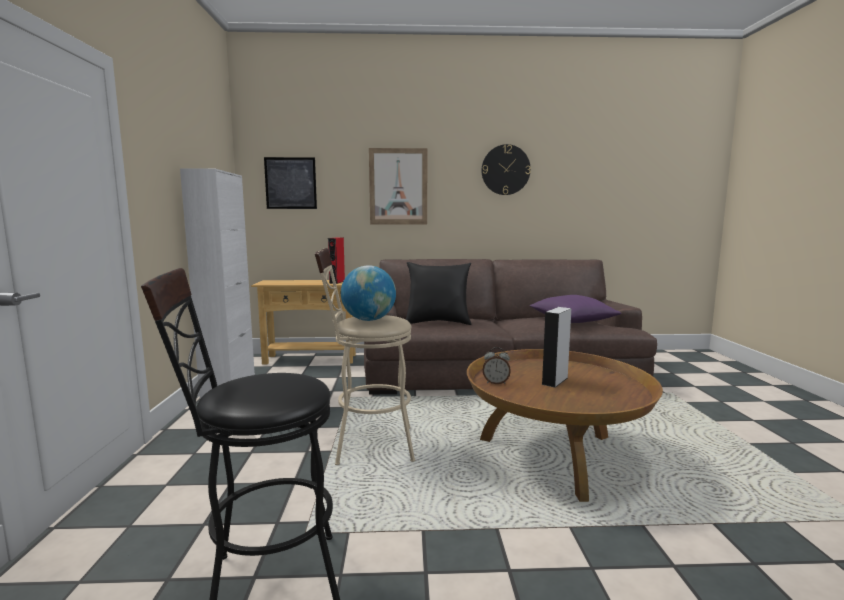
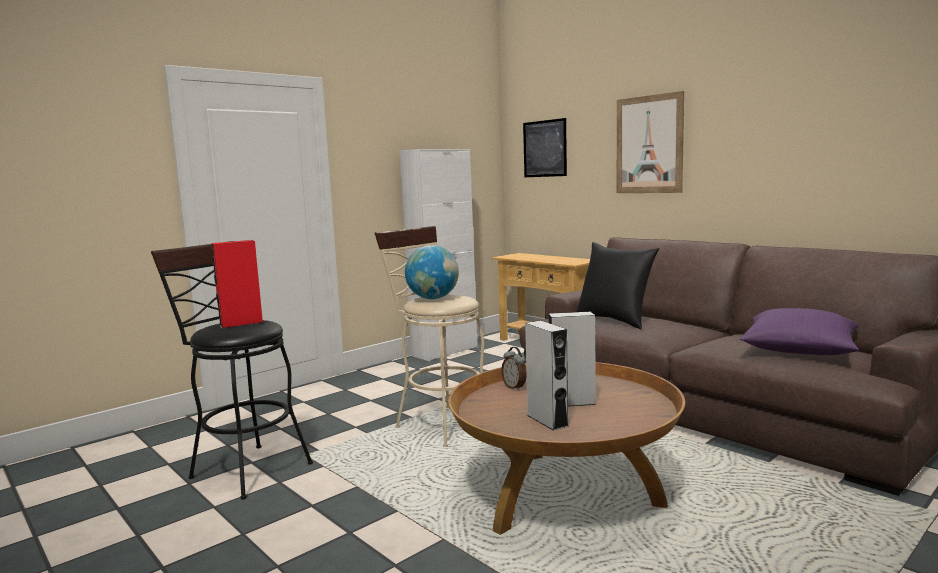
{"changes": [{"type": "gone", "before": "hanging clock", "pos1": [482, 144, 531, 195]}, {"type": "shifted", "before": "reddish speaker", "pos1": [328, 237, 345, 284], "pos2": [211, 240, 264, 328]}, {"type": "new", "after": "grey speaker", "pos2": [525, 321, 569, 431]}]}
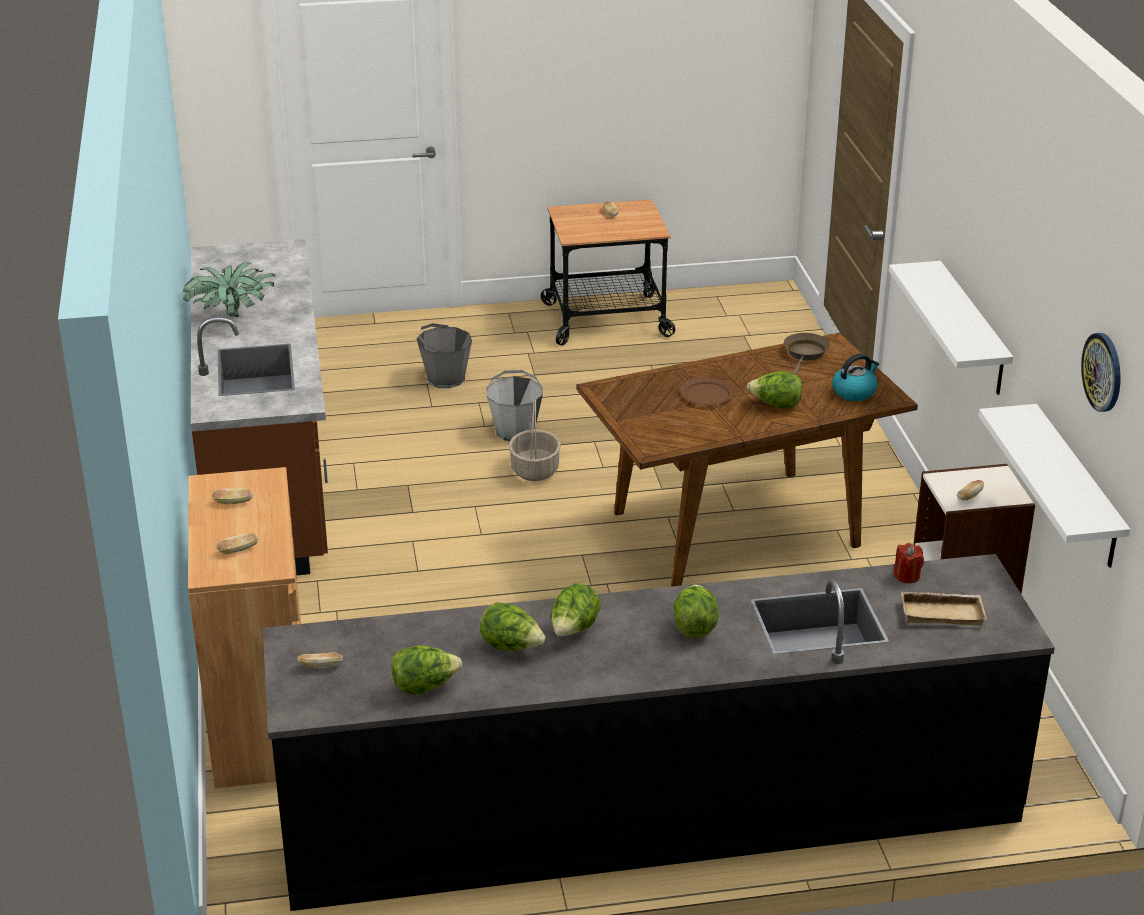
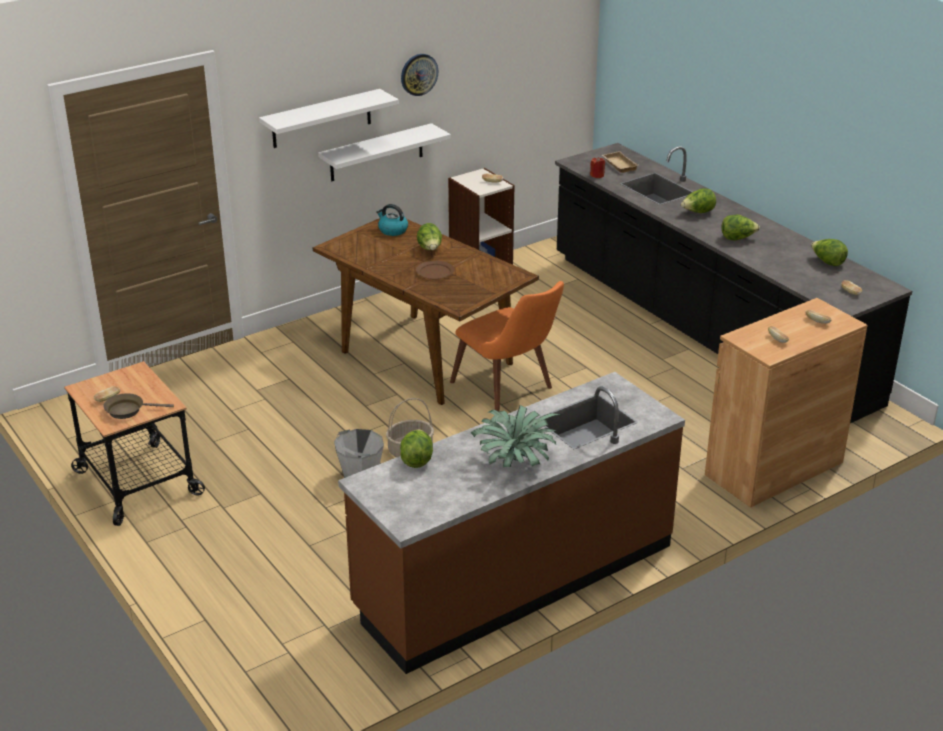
{"changes": [{"type": "gone", "before": "grey bucket", "pos1": [417, 323, 472, 388]}, {"type": "shifted", "before": "brownish frying pan", "pos1": [784, 333, 830, 375], "pos2": [104, 393, 174, 419]}, {"type": "shifted", "before": "hanging clock", "pos1": [1081, 333, 1121, 412], "pos2": [401, 54, 438, 96]}, {"type": "shifted", "before": "whitish shelf", "pos1": [978, 404, 1130, 568], "pos2": [259, 89, 399, 148]}, {"type": "shifted", "before": "head of lettuce", "pos1": [480, 602, 546, 651], "pos2": [400, 429, 433, 468]}, {"type": "new", "after": "orange-coloured plain chair", "pos2": [450, 281, 564, 412]}]}
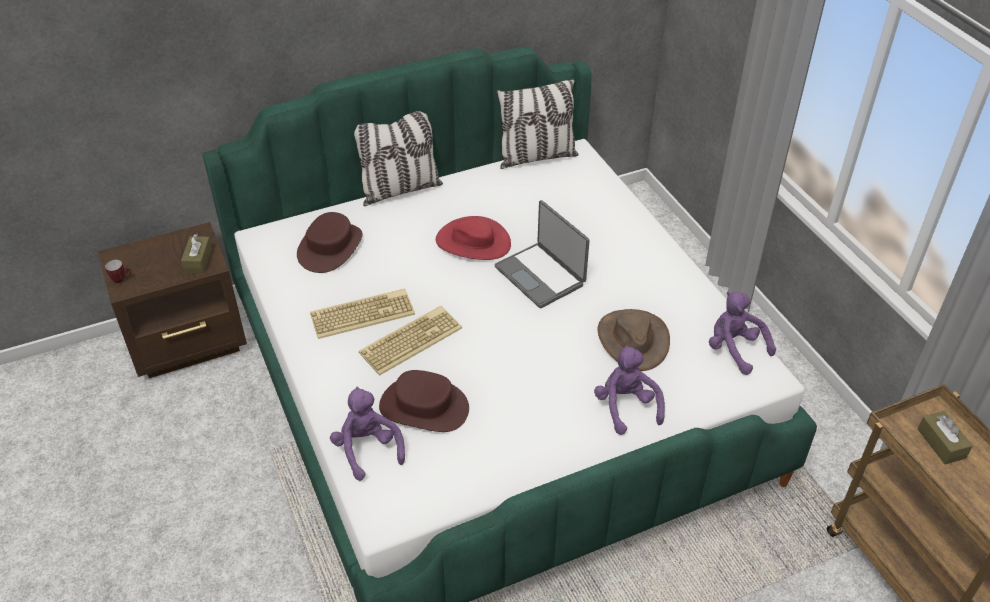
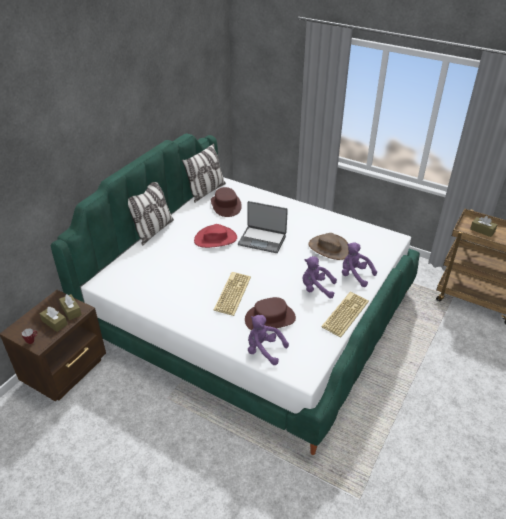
{"changes": [{"type": "shifted", "before": "brownish clothing hat", "pos1": [297, 212, 363, 273], "pos2": [211, 187, 242, 217]}, {"type": "shifted", "before": "computer keyboard", "pos1": [310, 288, 415, 339], "pos2": [321, 292, 369, 338]}, {"type": "shifted", "before": "purple-coloured cuddly toy", "pos1": [709, 292, 776, 375], "pos2": [303, 256, 337, 299]}, {"type": "new", "after": "brownish tissue holder", "pos2": [40, 307, 68, 332]}]}
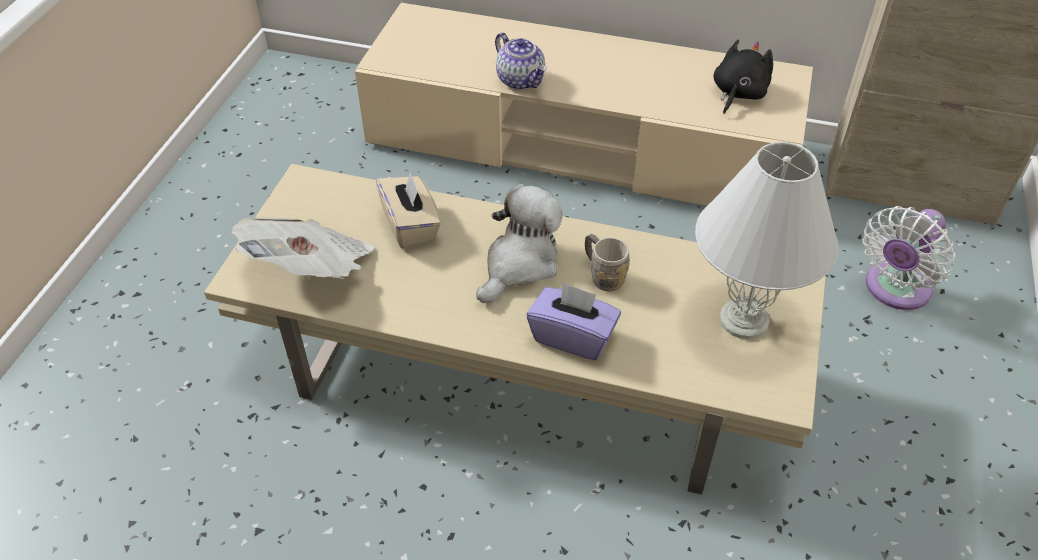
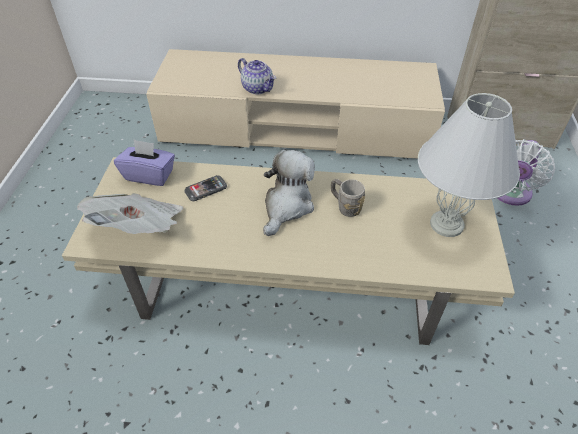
{"changes": [{"type": "gone", "before": "black-coloured cuddly toy", "pos1": [714, 40, 773, 114]}, {"type": "swapped", "before": "sand-coloured tissue holder", "after": "handset", "pos1": [376, 171, 442, 249], "pos2": [184, 175, 227, 201]}, {"type": "shifted", "before": "purple-coloured tissue holder", "pos1": [526, 282, 621, 360], "pos2": [114, 139, 175, 186]}]}
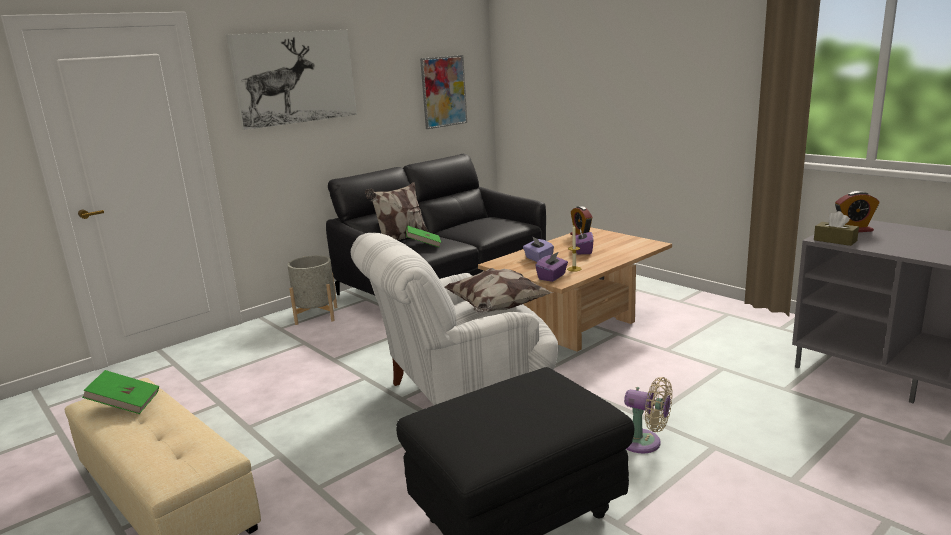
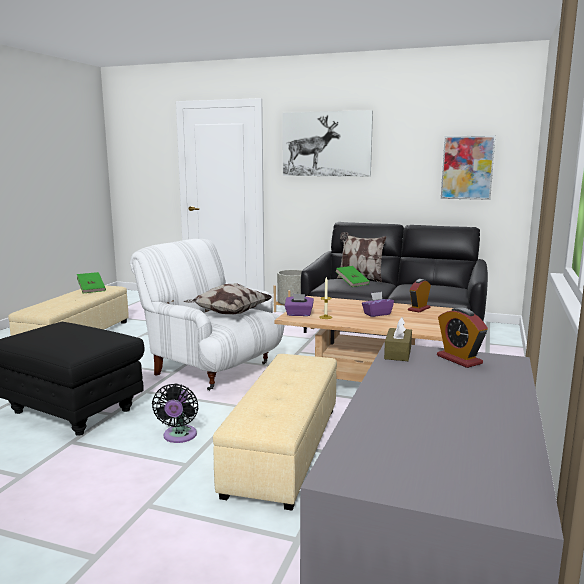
{"changes": [{"type": "gone", "before": "purple-coloured tissue holder", "pos1": [523, 236, 554, 262]}, {"type": "repainted", "before": "sand-coloured electric fan", "after": "black-coloured electric fan", "pos1": [624, 377, 672, 453], "pos2": [152, 384, 199, 443]}, {"type": "new", "after": "sand-coloured pouffe", "pos2": [213, 354, 337, 510]}]}
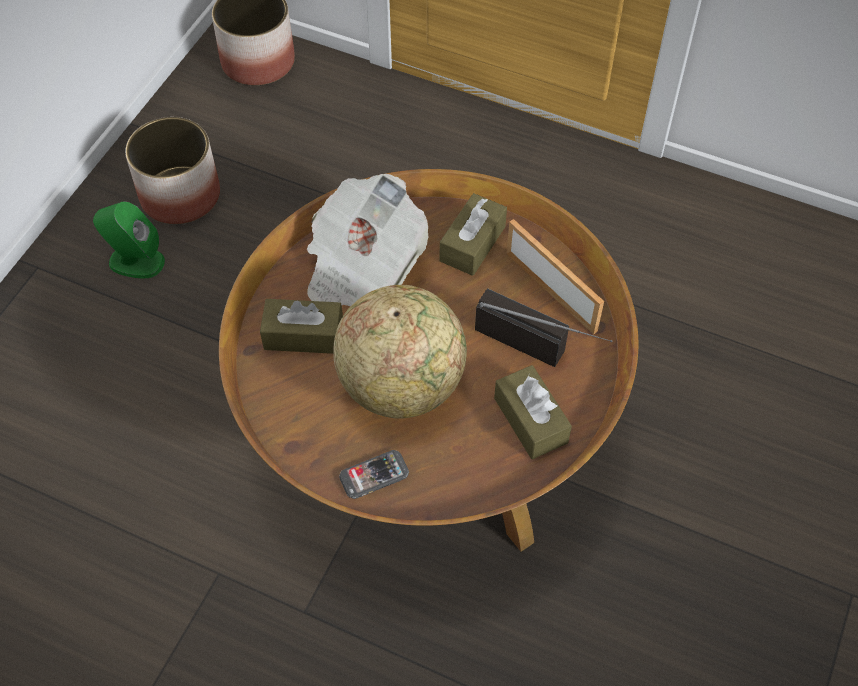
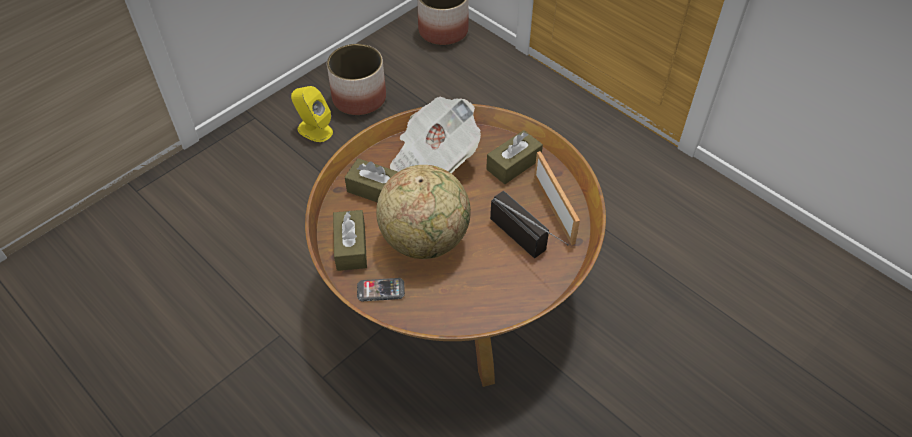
{"changes": [{"type": "repainted", "before": "green-coloured speaker", "after": "yellow-coloured speaker", "pos1": [93, 201, 165, 278], "pos2": [291, 86, 333, 142]}, {"type": "shifted", "before": "brownish tissue holder", "pos1": [494, 365, 572, 460], "pos2": [333, 210, 367, 271]}]}
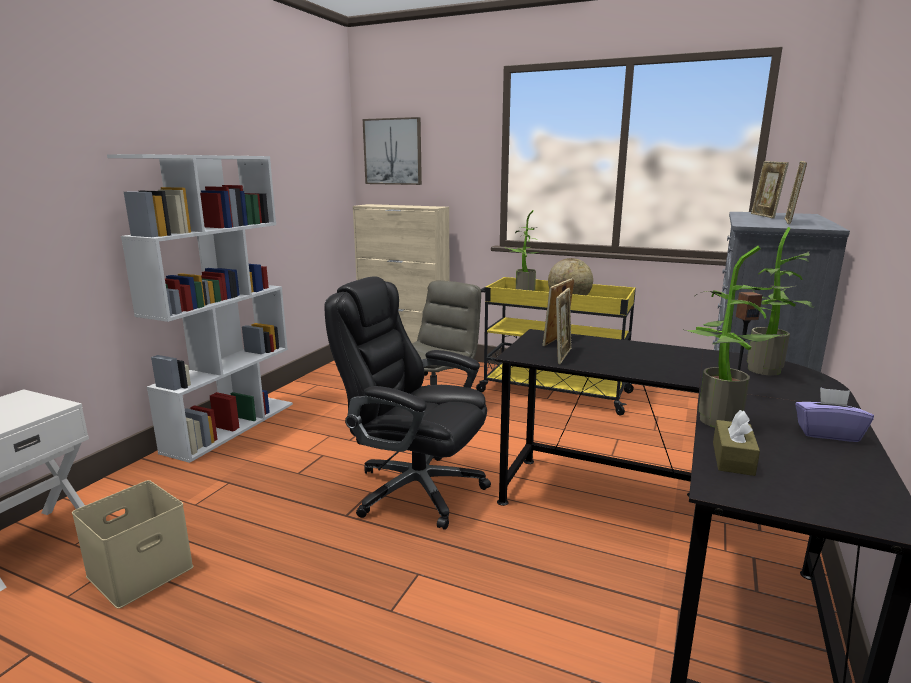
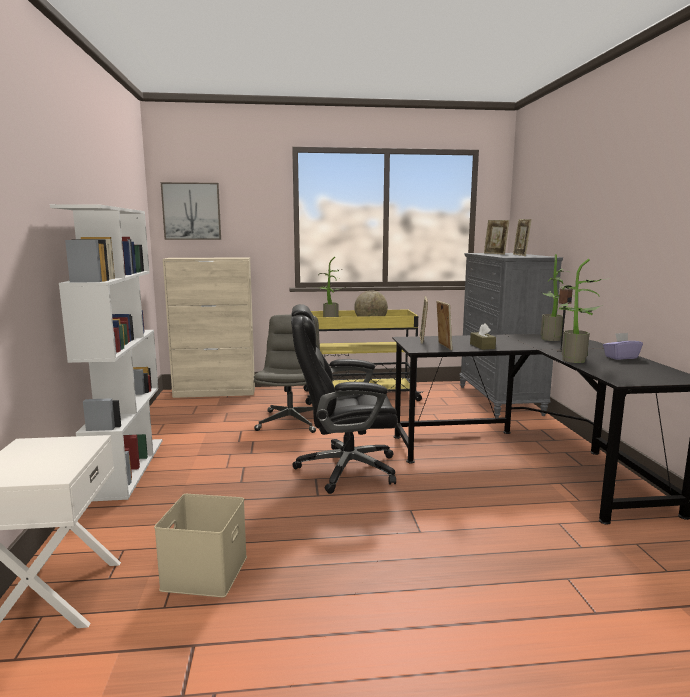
{"changes": [{"type": "shifted", "before": "brownish tissue holder", "pos1": [713, 410, 760, 476], "pos2": [470, 323, 496, 350]}]}
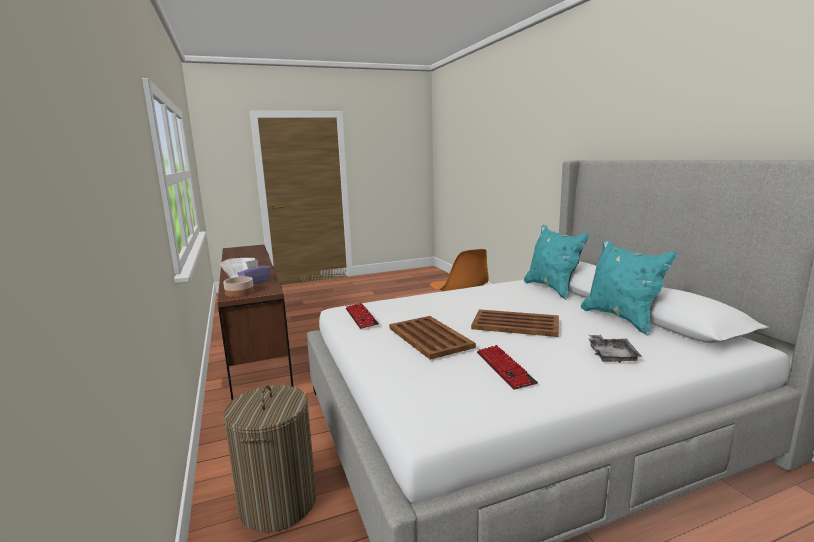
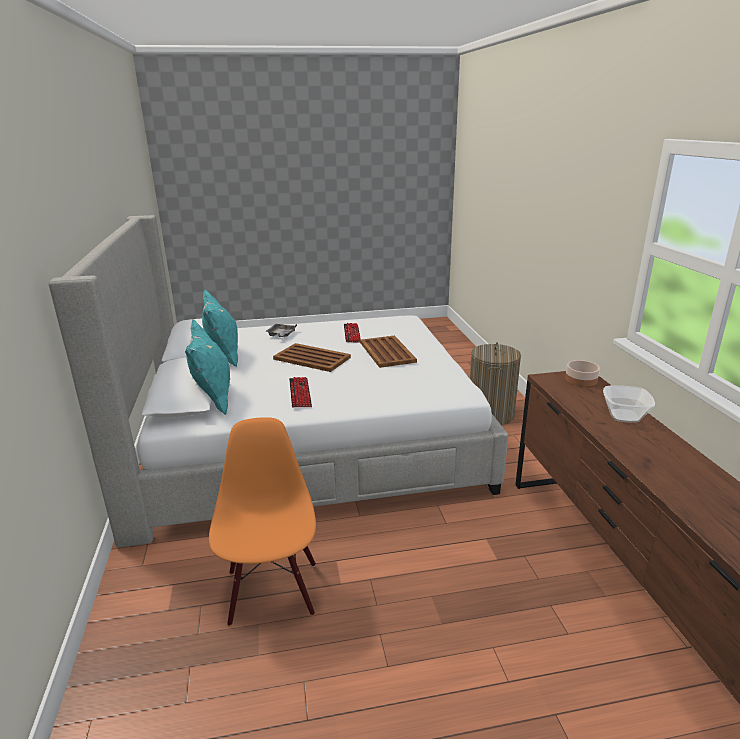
{"changes": [{"type": "gone", "before": "purple-coloured tissue holder", "pos1": [237, 260, 271, 284]}, {"type": "shifted", "before": "computer keyboard", "pos1": [346, 303, 379, 329], "pos2": [289, 377, 312, 407]}]}
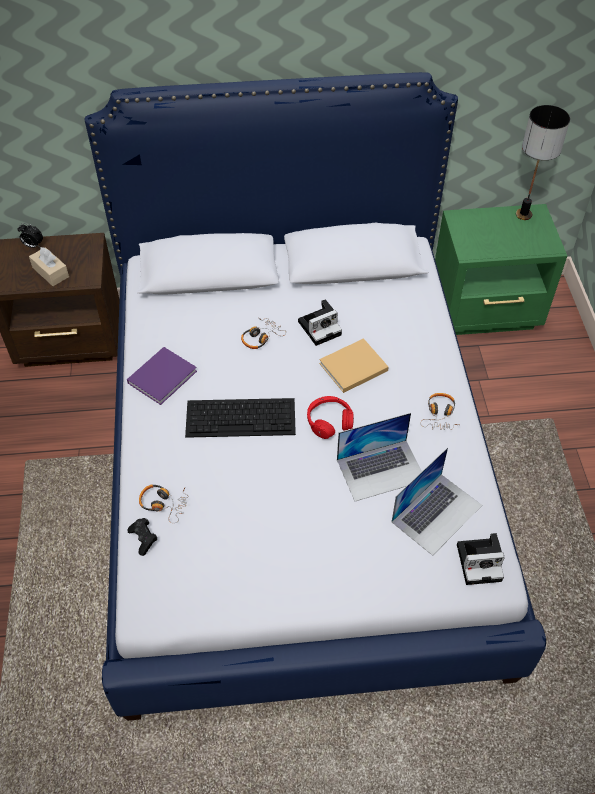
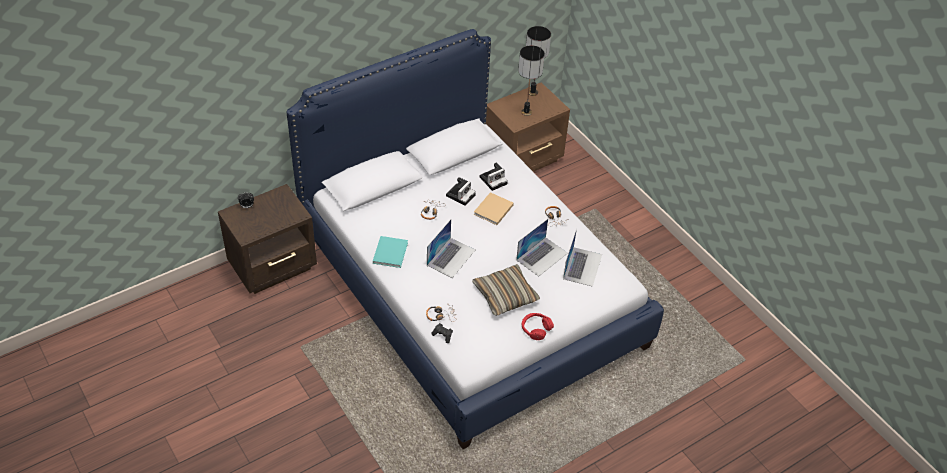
{"changes": [{"type": "repainted", "before": "green-coloured night table", "after": "brownish night table", "pos1": [435, 204, 567, 335], "pos2": [486, 82, 570, 172]}, {"type": "gone", "before": "sand-coloured tissue holder", "pos1": [29, 247, 69, 286]}, {"type": "repainted", "before": "purple-coloured book", "after": "turquoise-coloured book", "pos1": [127, 347, 197, 405], "pos2": [373, 236, 408, 268]}, {"type": "shifted", "before": "reddish headset", "pos1": [307, 396, 354, 439], "pos2": [522, 313, 554, 340]}, {"type": "swapped", "before": "computer keyboard", "after": "laptop", "pos1": [185, 398, 296, 438], "pos2": [427, 219, 475, 278]}, {"type": "shifted", "before": "still camera", "pos1": [457, 533, 505, 585], "pos2": [480, 163, 508, 191]}, {"type": "new", "after": "tabletop lamp", "pos2": [518, 45, 545, 116]}, {"type": "new", "after": "pillow", "pos2": [472, 264, 540, 316]}]}
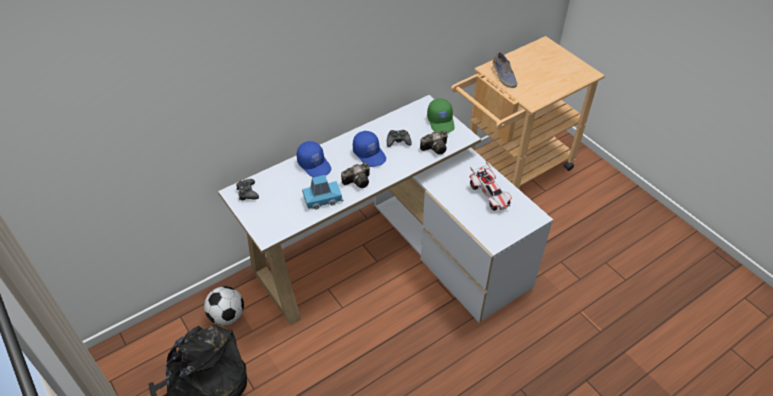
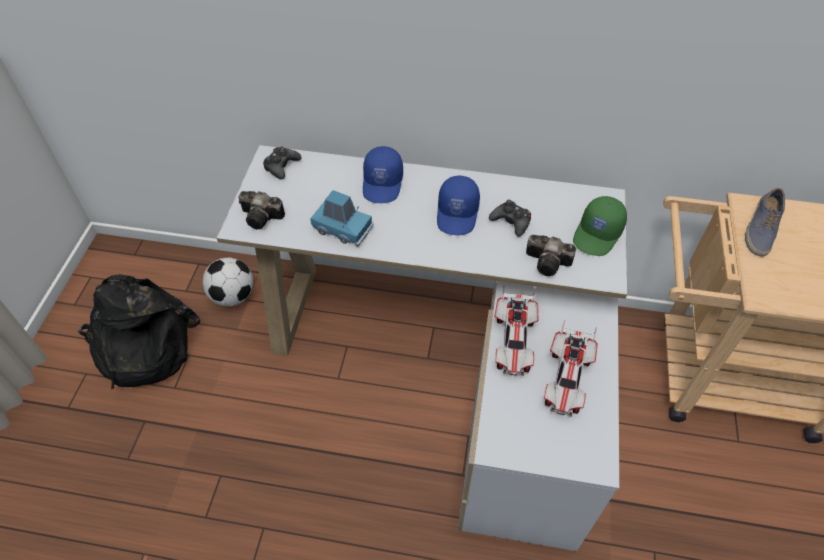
{"changes": [{"type": "shifted", "before": "still camera", "pos1": [341, 162, 370, 188], "pos2": [238, 191, 285, 229]}, {"type": "new", "after": "miniature car", "pos2": [494, 285, 539, 376]}]}
